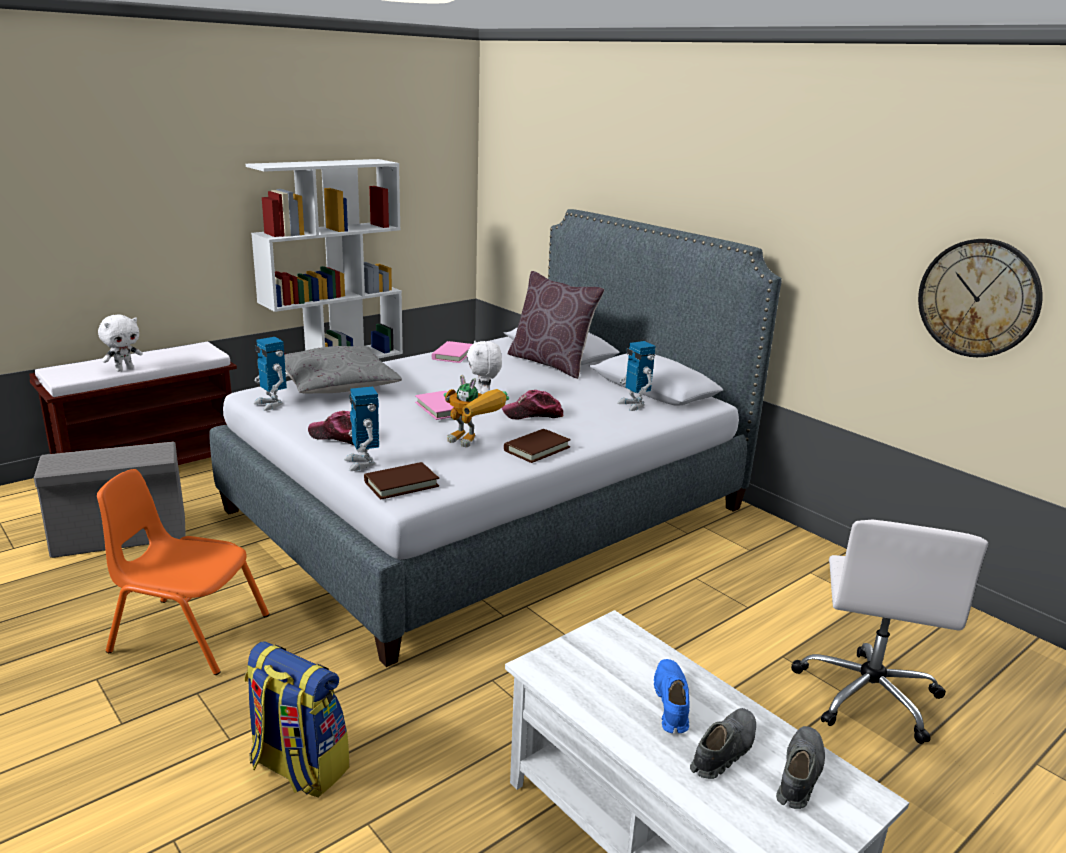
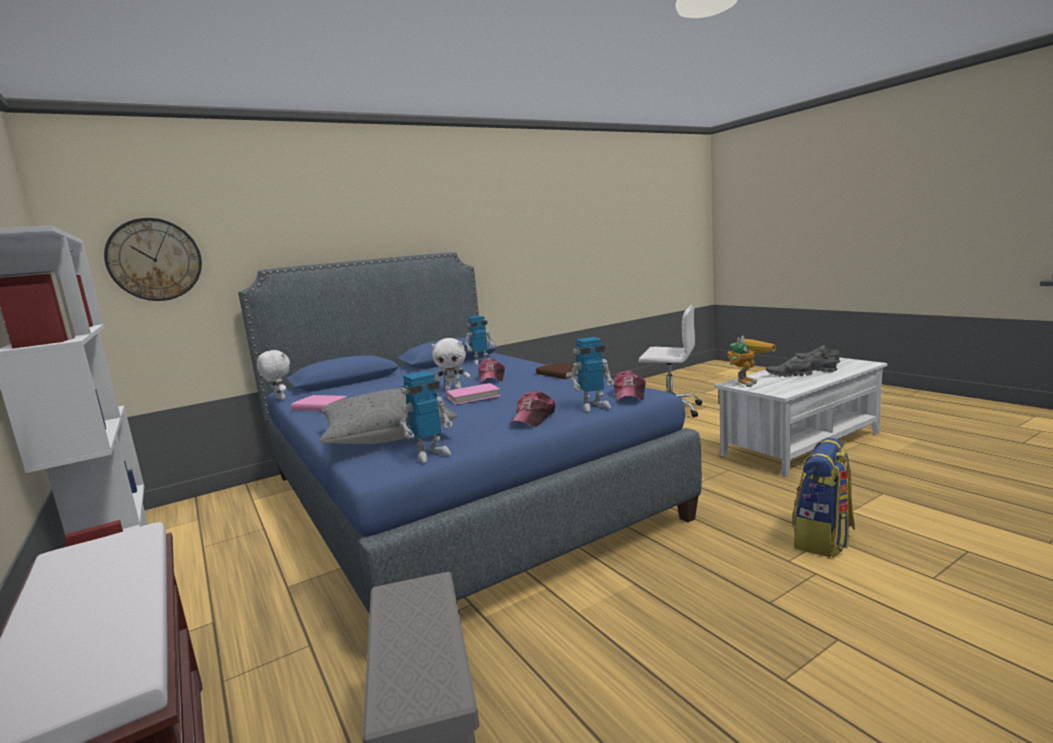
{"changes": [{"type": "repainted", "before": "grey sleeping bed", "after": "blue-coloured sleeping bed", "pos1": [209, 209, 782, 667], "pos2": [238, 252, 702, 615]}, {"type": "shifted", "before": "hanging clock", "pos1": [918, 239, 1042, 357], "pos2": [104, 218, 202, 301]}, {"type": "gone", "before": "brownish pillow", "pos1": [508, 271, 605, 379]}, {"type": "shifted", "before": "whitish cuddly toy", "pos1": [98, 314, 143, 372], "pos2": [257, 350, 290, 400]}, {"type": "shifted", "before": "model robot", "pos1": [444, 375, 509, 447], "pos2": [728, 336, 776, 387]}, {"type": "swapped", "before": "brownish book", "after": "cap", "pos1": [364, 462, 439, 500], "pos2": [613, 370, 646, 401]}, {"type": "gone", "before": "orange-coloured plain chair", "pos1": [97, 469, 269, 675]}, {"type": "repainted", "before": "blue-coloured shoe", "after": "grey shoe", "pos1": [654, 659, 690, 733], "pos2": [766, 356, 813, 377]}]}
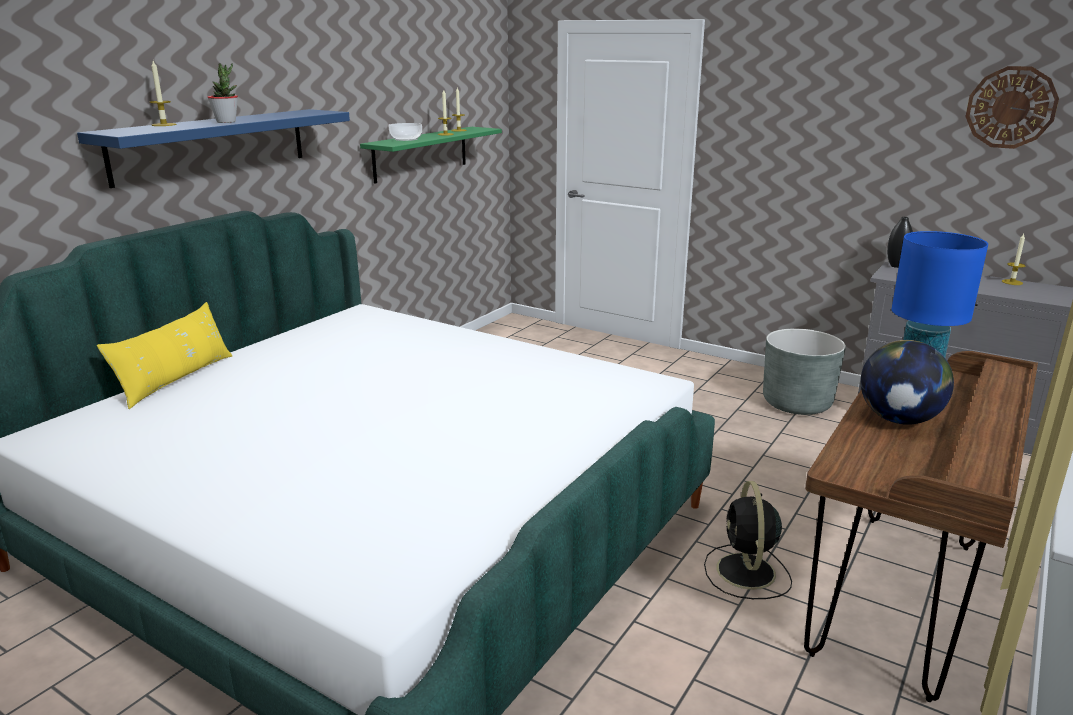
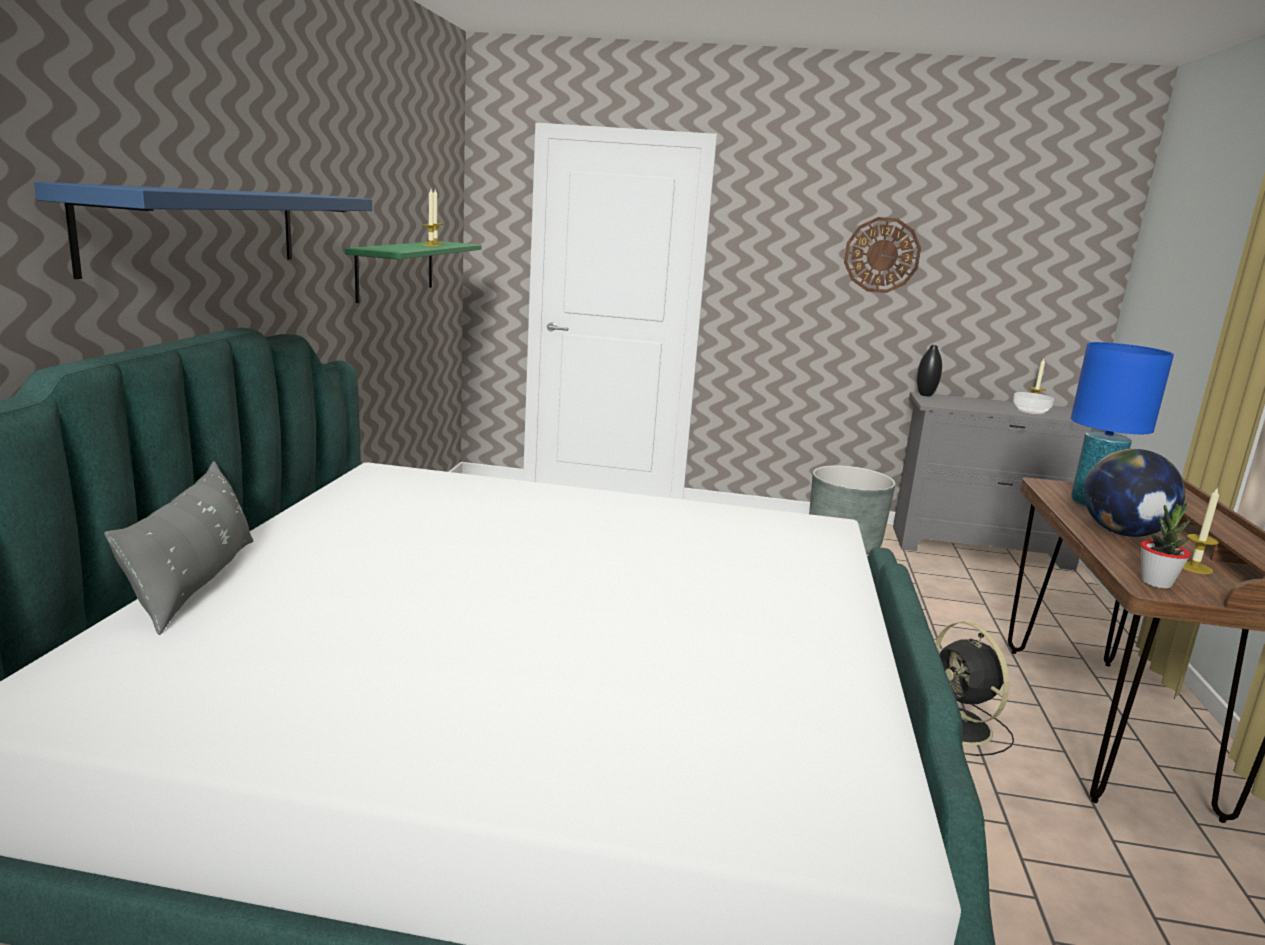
{"changes": [{"type": "shifted", "before": "wax candle", "pos1": [150, 61, 176, 126], "pos2": [1183, 487, 1219, 574]}, {"type": "shifted", "before": "houseplant", "pos1": [208, 64, 238, 123], "pos2": [1141, 502, 1191, 589]}, {"type": "shifted", "before": "hanging clock", "pos1": [965, 66, 1059, 149], "pos2": [844, 217, 921, 293]}, {"type": "shifted", "before": "serving bowl", "pos1": [388, 123, 422, 141], "pos2": [1013, 392, 1054, 414]}, {"type": "repainted", "before": "yellow-coloured pillow", "after": "grey pillow", "pos1": [97, 302, 232, 409], "pos2": [104, 461, 253, 635]}]}
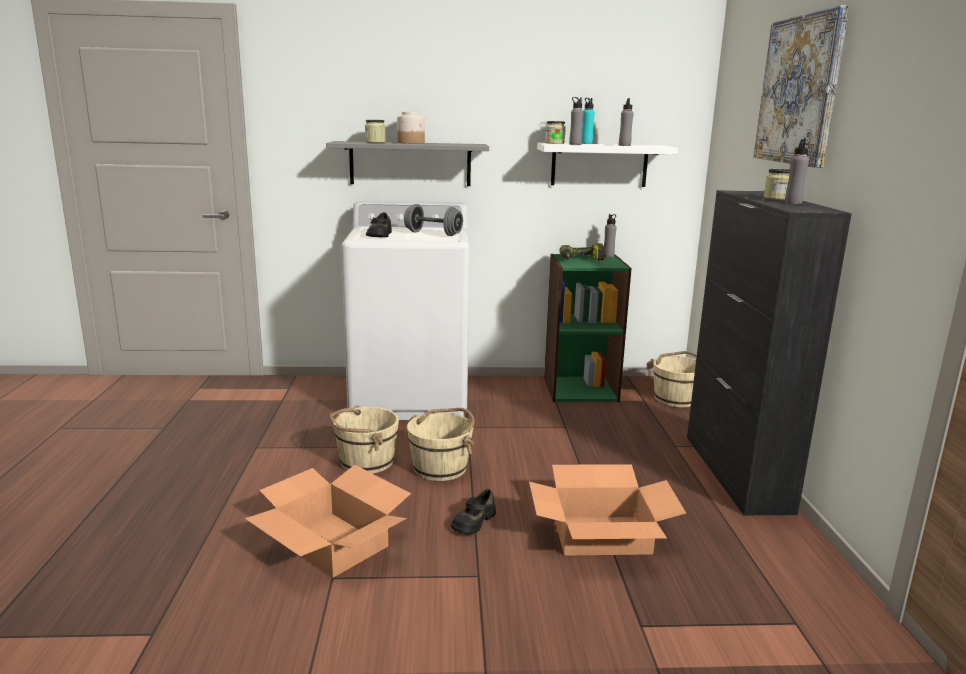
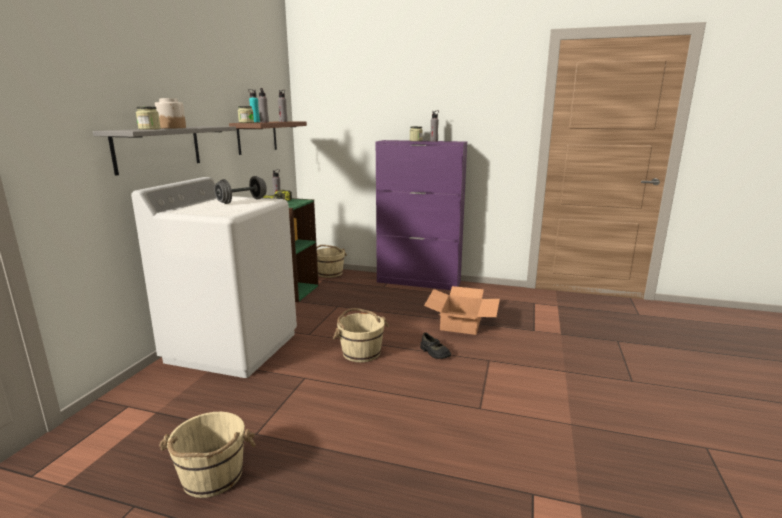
{"changes": [{"type": "gone", "before": "wall art", "pos1": [754, 5, 850, 168]}, {"type": "repainted", "before": "whitish shelf", "after": "brownish shelf", "pos1": [537, 143, 678, 187], "pos2": [229, 121, 307, 155]}, {"type": "repainted", "before": "black-coloured cabinet", "after": "purple-coloured cabinet", "pos1": [687, 190, 852, 515], "pos2": [375, 140, 467, 290]}, {"type": "gone", "before": "black-coloured shoe", "pos1": [366, 212, 392, 237]}, {"type": "shifted", "before": "sand-coloured bucket", "pos1": [329, 406, 399, 474], "pos2": [159, 412, 256, 498]}, {"type": "gone", "before": "carton", "pos1": [245, 465, 411, 578]}]}
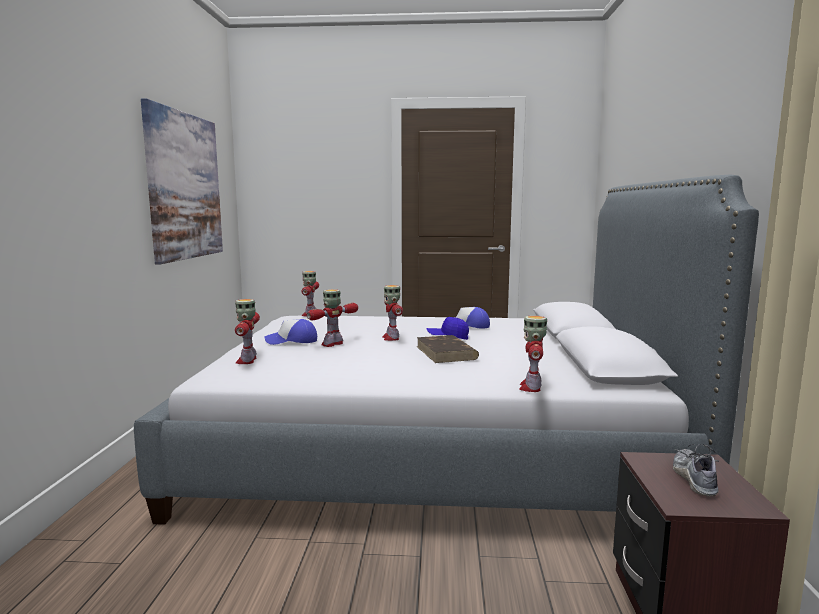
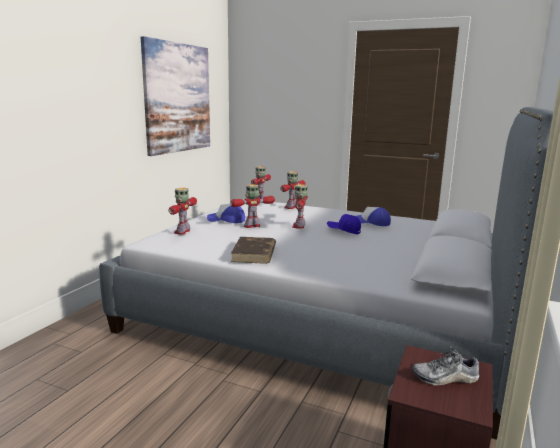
{"changes": [{"type": "shifted", "before": "model robot", "pos1": [519, 316, 547, 392], "pos2": [280, 171, 305, 209]}, {"type": "shifted", "before": "brownish book", "pos1": [416, 335, 479, 363], "pos2": [231, 237, 276, 264]}, {"type": "rotated", "before": "shoe", "pos1": [673, 444, 719, 497], "pos2": [412, 346, 479, 386], "turn": -120}]}
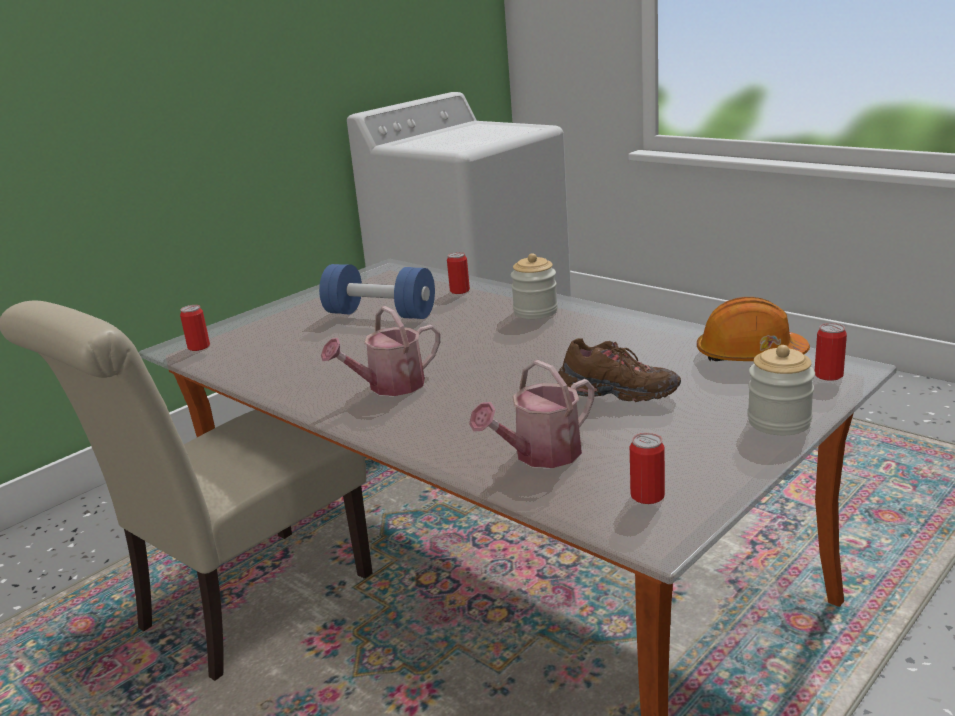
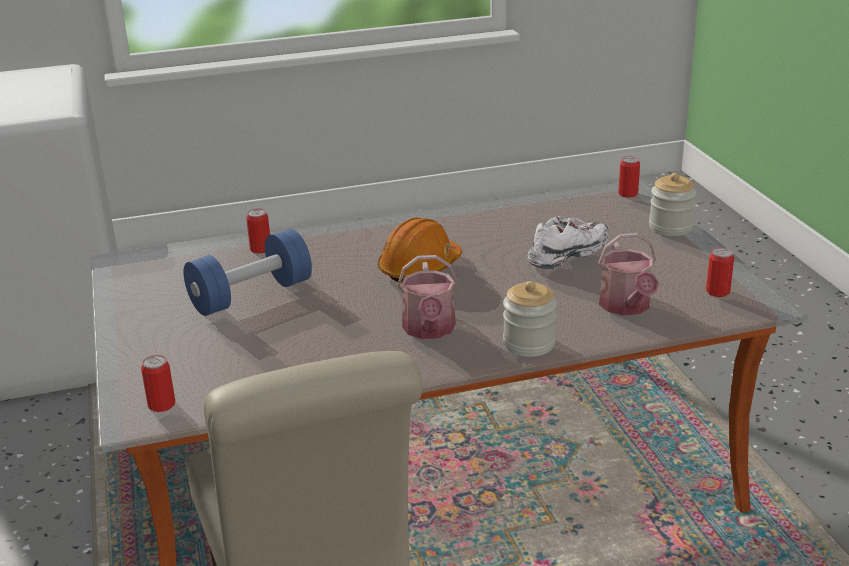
{"changes": [{"type": "shifted", "before": "storage jar", "pos1": [511, 253, 558, 319], "pos2": [503, 281, 557, 357]}, {"type": "shifted", "before": "orange-coloured hard hat", "pos1": [697, 297, 810, 361], "pos2": [378, 218, 462, 283]}, {"type": "repainted", "before": "brownish shoe", "after": "whitish shoe", "pos1": [558, 338, 681, 402], "pos2": [527, 216, 609, 269]}]}
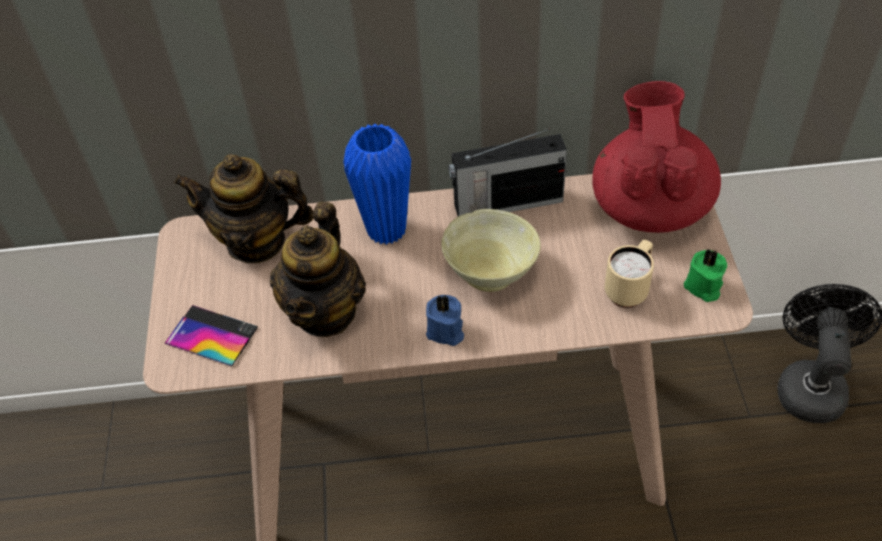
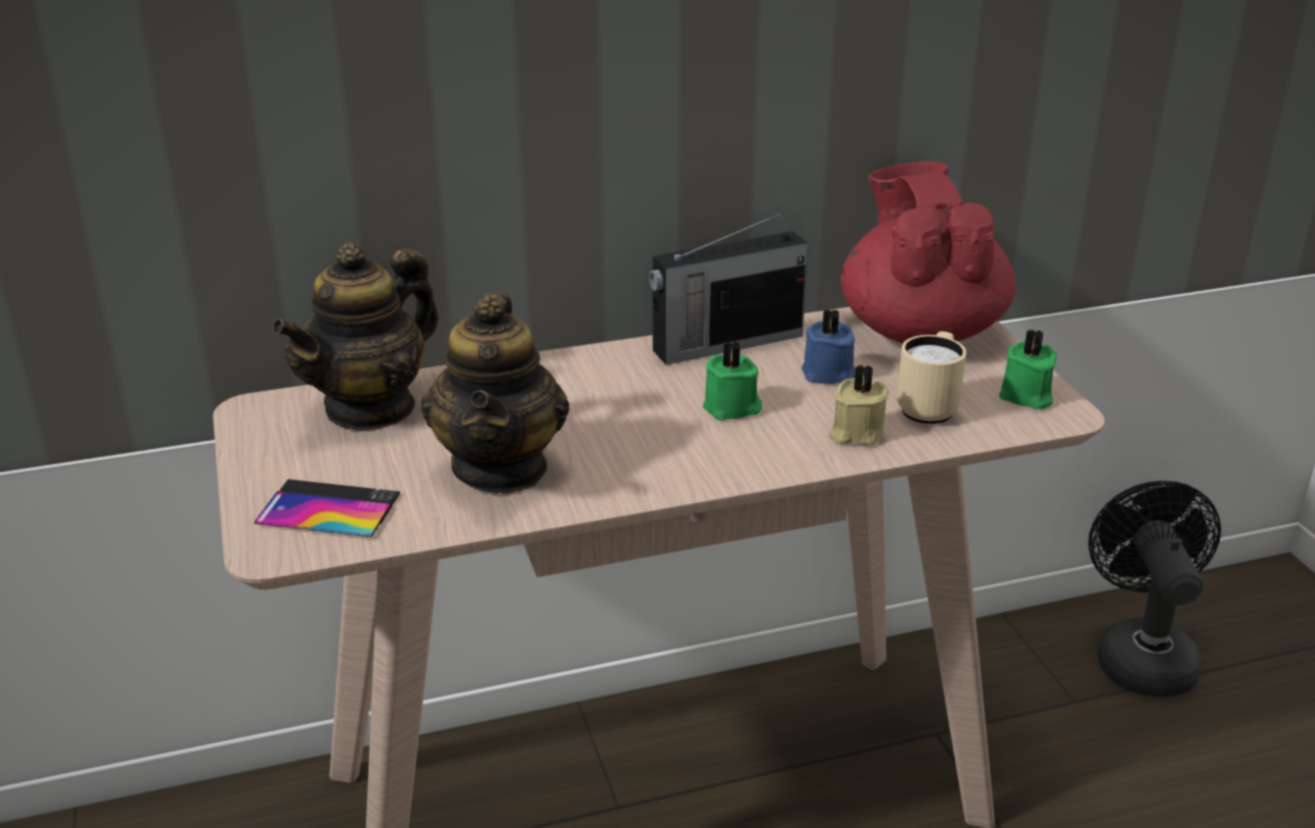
{"changes": [{"type": "gone", "before": "blue-coloured flower vase", "pos1": [343, 124, 411, 245]}, {"type": "rotated", "before": "teapot", "pos1": [174, 154, 313, 263], "pos2": [271, 242, 439, 432], "turn": -45}, {"type": "swapped", "before": "sand-coloured serving bowl", "after": "green-coloured wax candle", "pos1": [441, 209, 541, 292], "pos2": [703, 341, 762, 420]}, {"type": "shifted", "before": "blue-coloured wax candle", "pos1": [426, 295, 464, 346], "pos2": [802, 309, 855, 384]}, {"type": "new", "after": "sand-coloured wax candle", "pos2": [828, 364, 889, 446]}]}
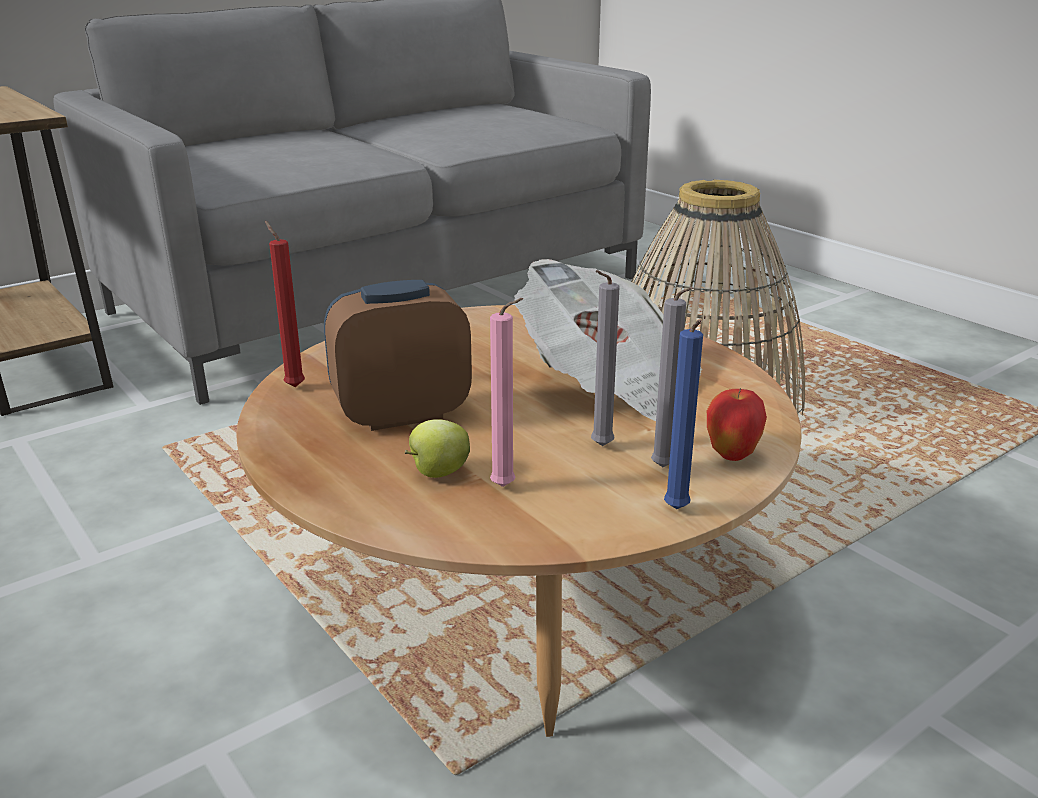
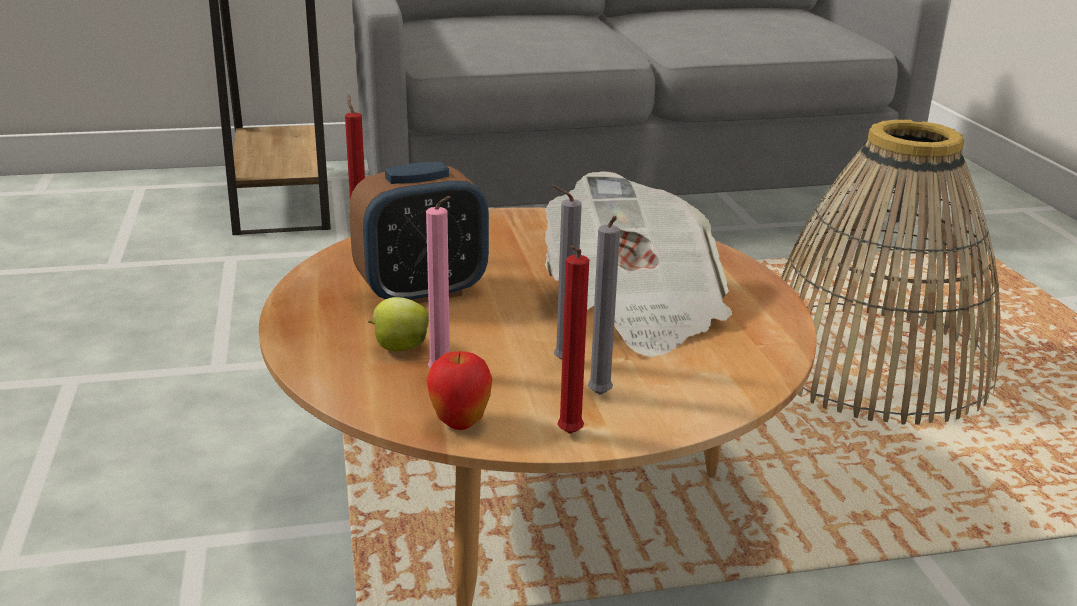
{"changes": [{"type": "rotated", "before": "alarm clock", "pos1": [324, 280, 472, 431], "pos2": [349, 162, 489, 303], "turn": 150}, {"type": "repainted", "before": "blue-coloured wax candle", "after": "reddish wax candle", "pos1": [664, 319, 703, 509], "pos2": [557, 246, 589, 434]}, {"type": "shifted", "before": "whole apple", "pos1": [707, 388, 767, 461], "pos2": [426, 351, 493, 430]}]}
